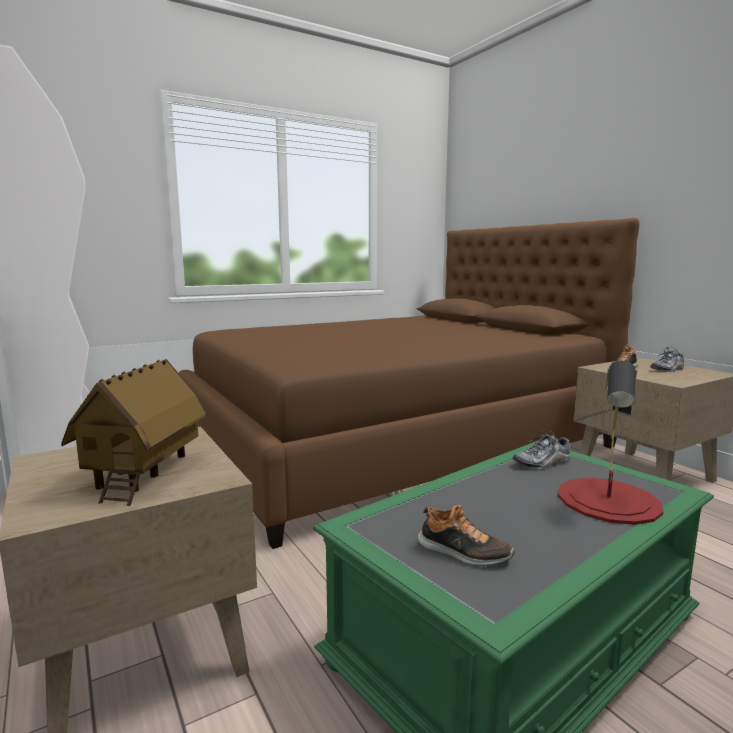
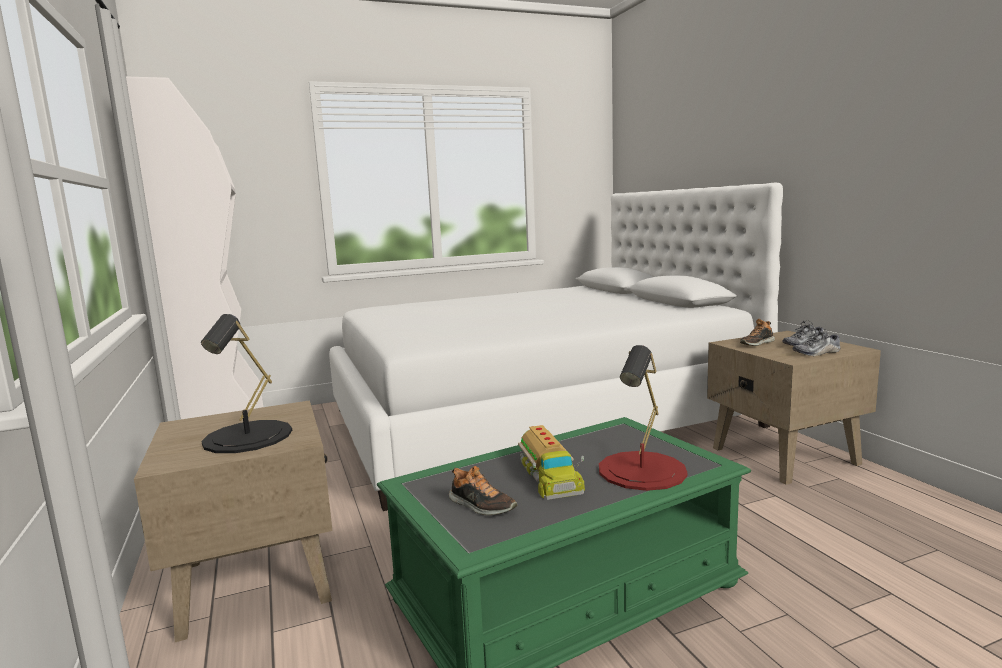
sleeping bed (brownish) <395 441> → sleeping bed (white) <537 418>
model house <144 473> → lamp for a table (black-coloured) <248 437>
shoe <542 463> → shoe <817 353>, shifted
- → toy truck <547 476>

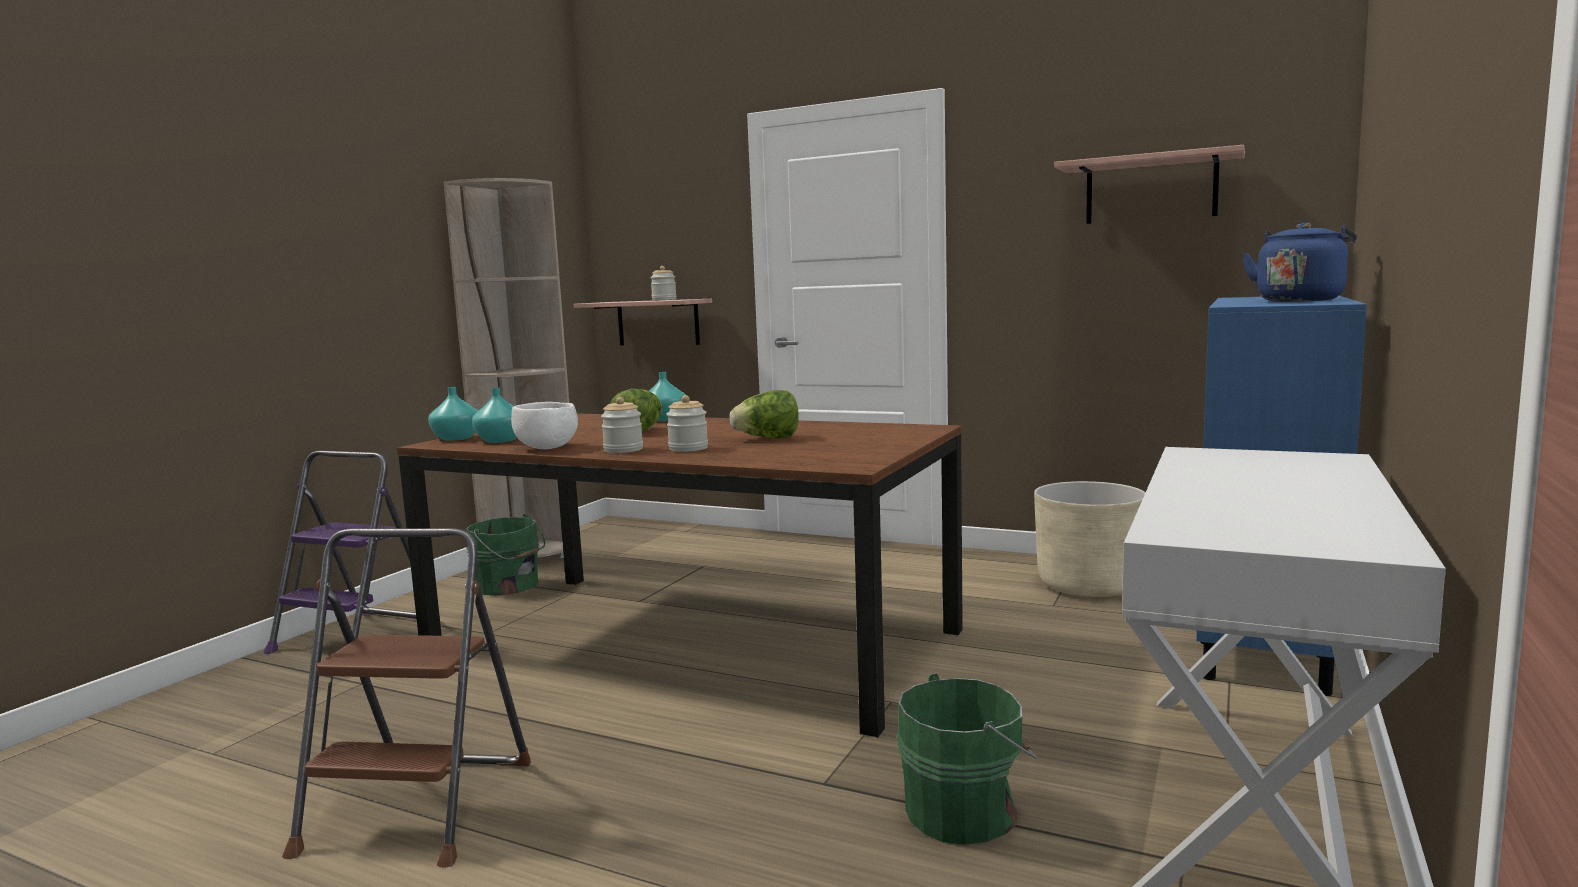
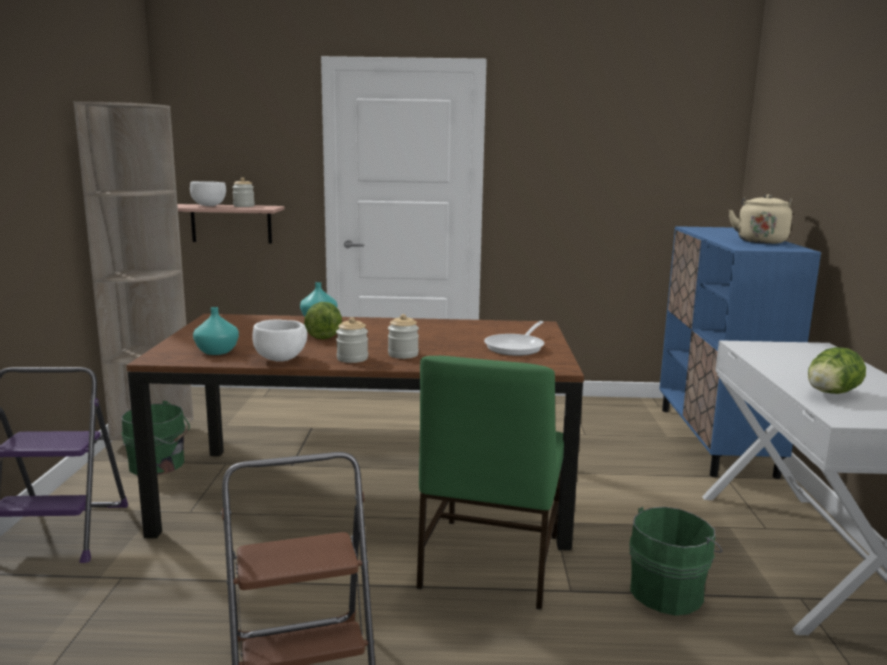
wall shelf <1150 190> → -
kettle (blue) <1300 300> → kettle (beige-coloured) <761 241>
vase (turquoise) <456 438> → -
head of lettuce <767 438> → head of lettuce <830 394>, shifted
flower pot (beige-coloured) <1088 585> → -
- → deep dish (white) <209 206>
- → skillet <517 347>
- → upright chair (green) <488 562>

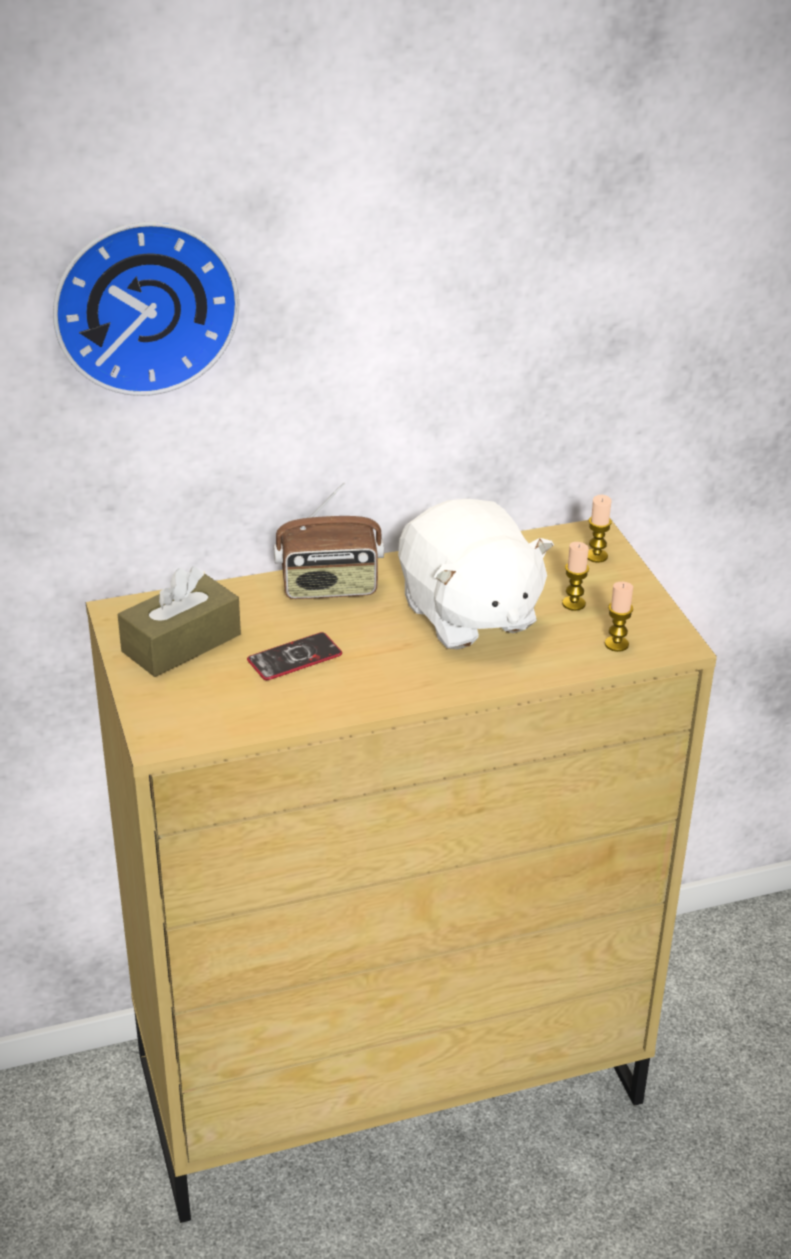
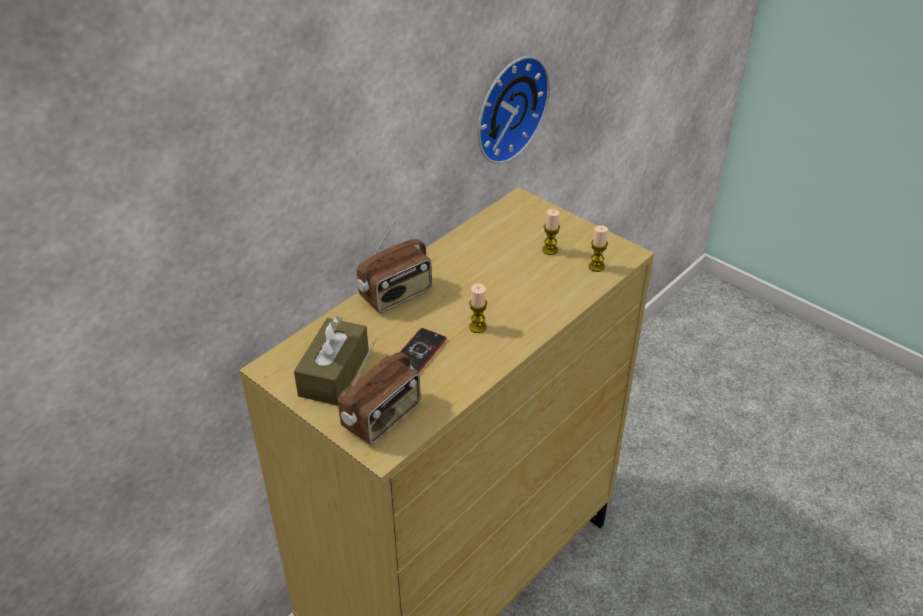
hanging clock <144 304> → hanging clock <507 107>, shifted
wax light <596 556> → wax light <477 327>, shifted
cuddly toy (white) <468 615> → -
- → radio <382 418>

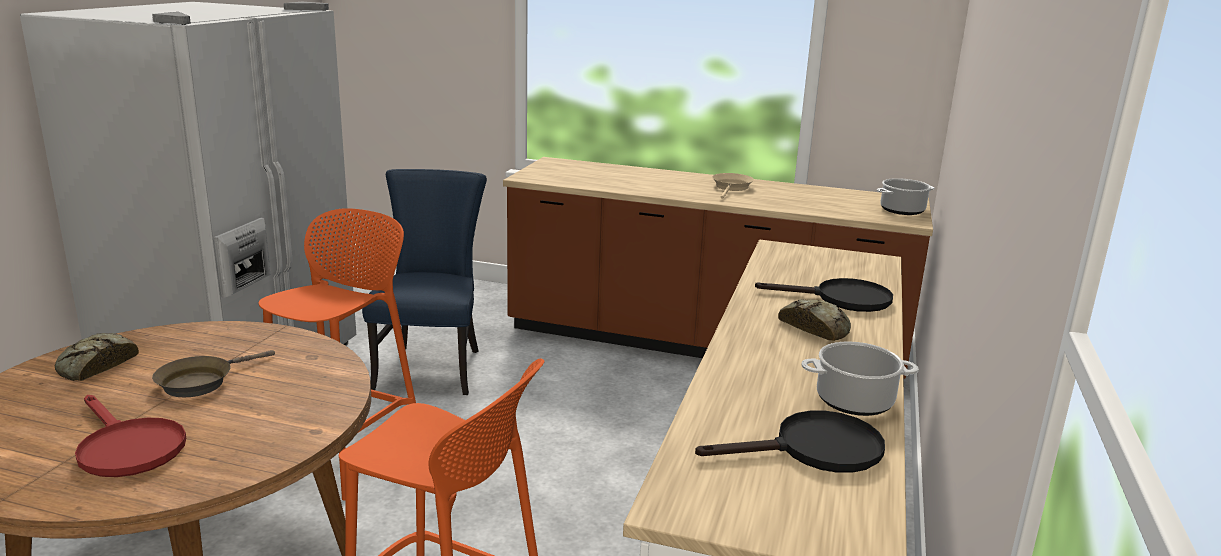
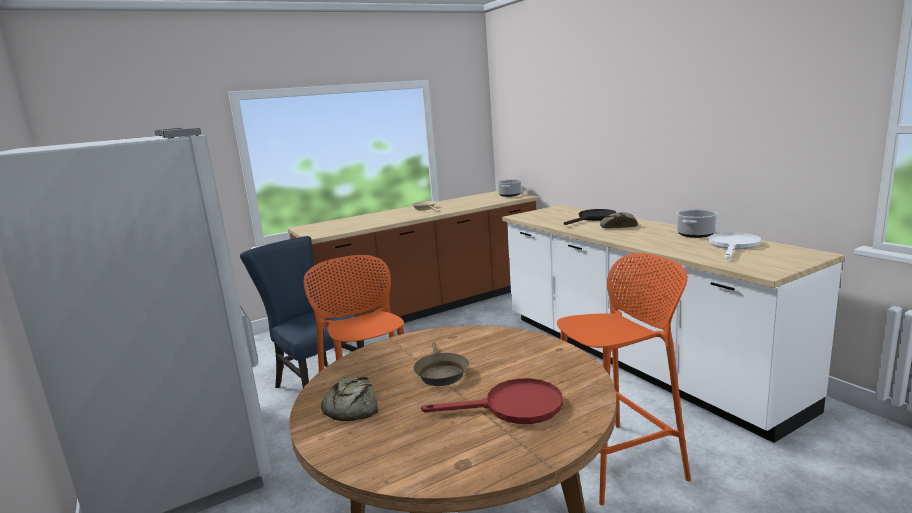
skillet (black-coloured) <814 450> → skillet (white) <733 246>

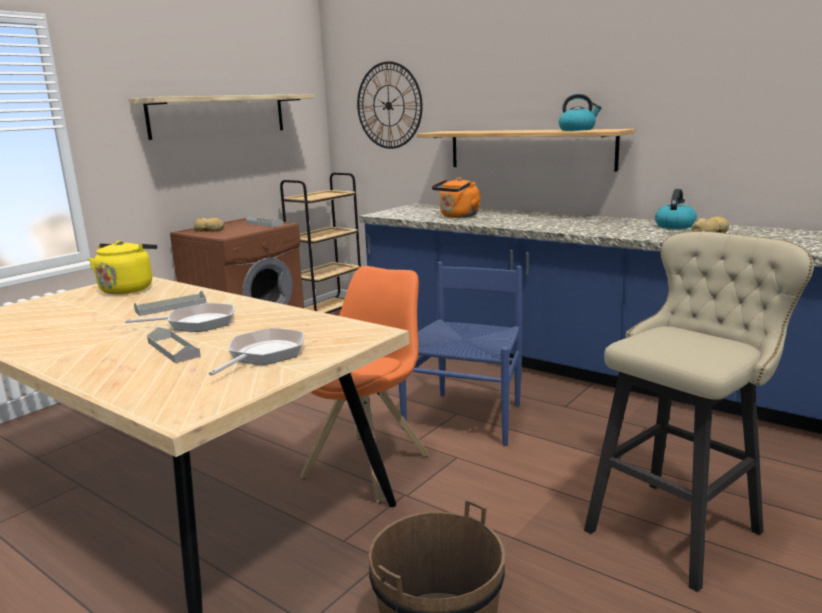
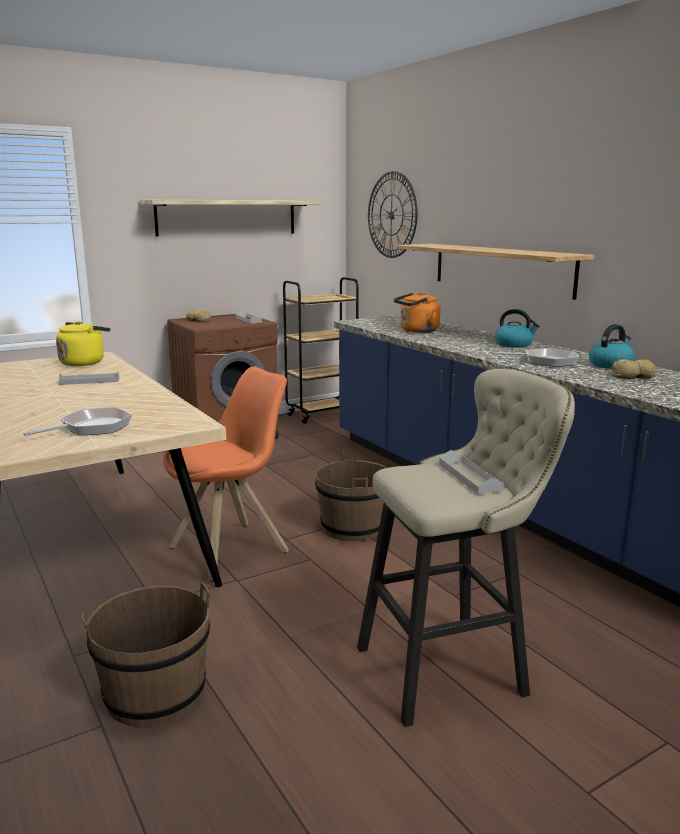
kettle <577 130> → kettle <514 344>, shifted
upright chair (blue) <467 417> → pail (brownish) <353 527>
skillet <196 323> → skillet <545 361>, shifted
serving tray (greyish) <173 349> → serving tray (greyish) <469 477>, shifted

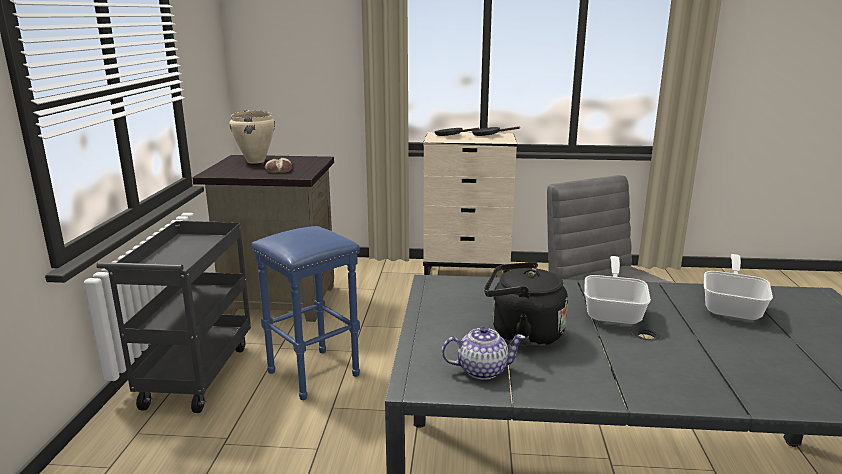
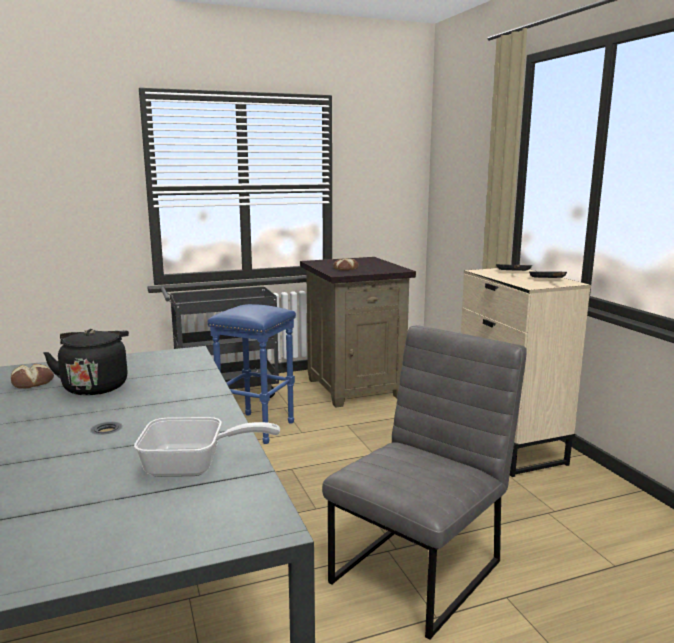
cooking pot (beige-coloured) <256 161> → -
skillet <614 310> → -
teapot <481 370> → bakery bread <33 382>

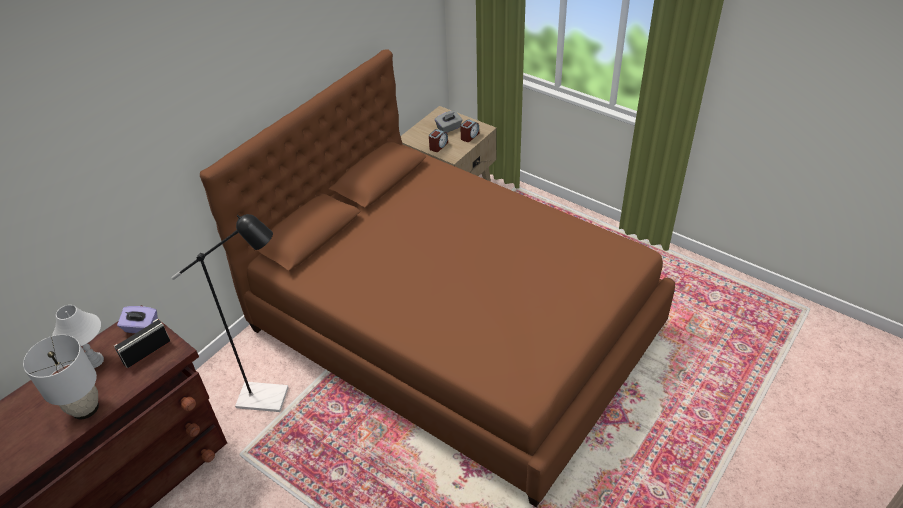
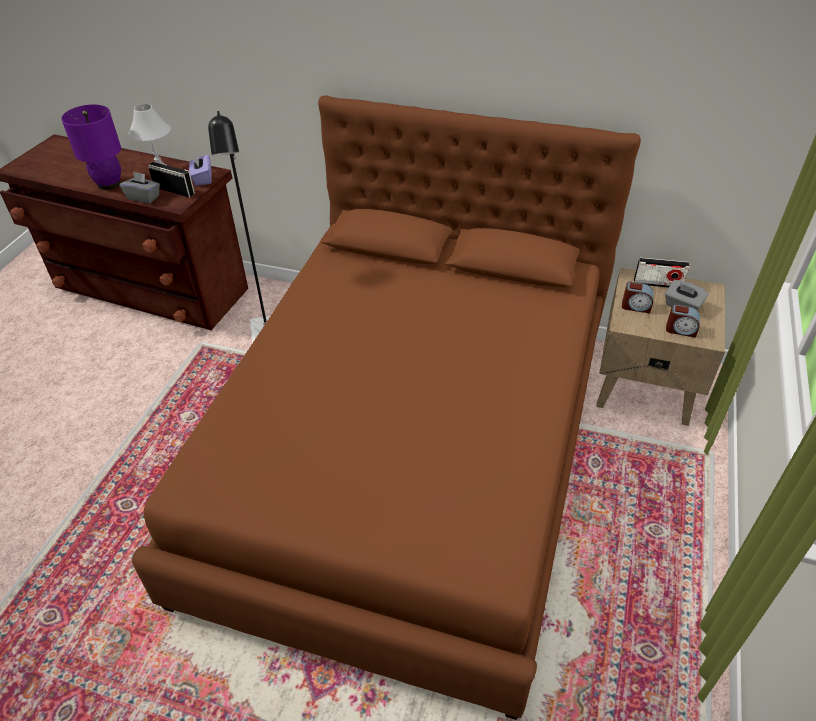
lamp for a table (white) <85 408> → lamp for a table (purple-coloured) <109 184>
- → tissue box (greyish) <144 197>
- → radio <658 284>

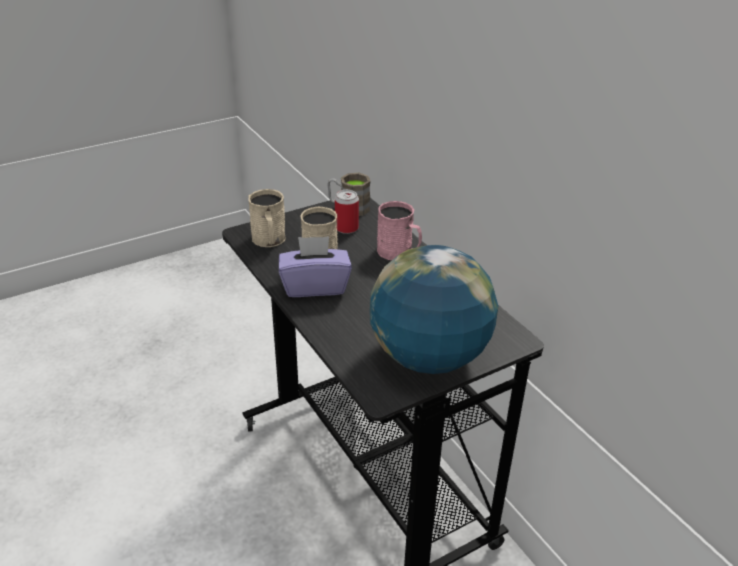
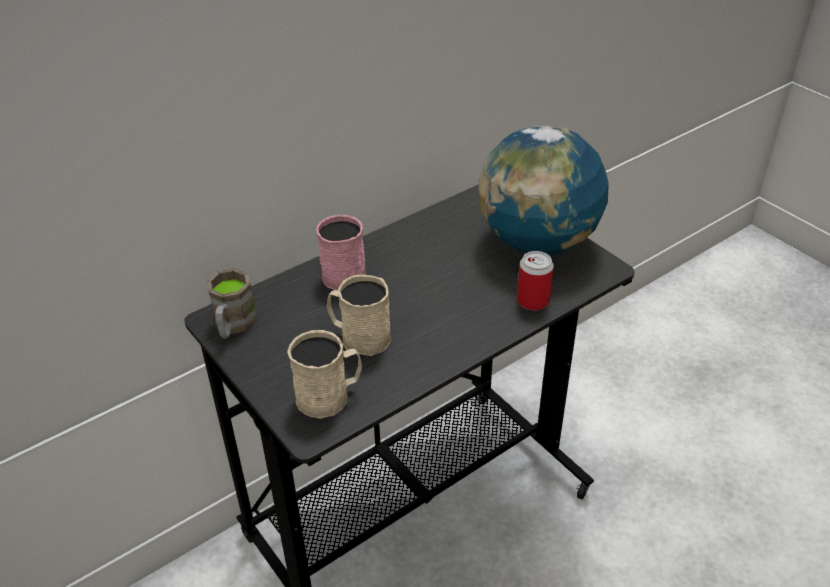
metal can <346 228> → metal can <533 301>, shifted
tissue box (purple-coloured) <315 286> → -

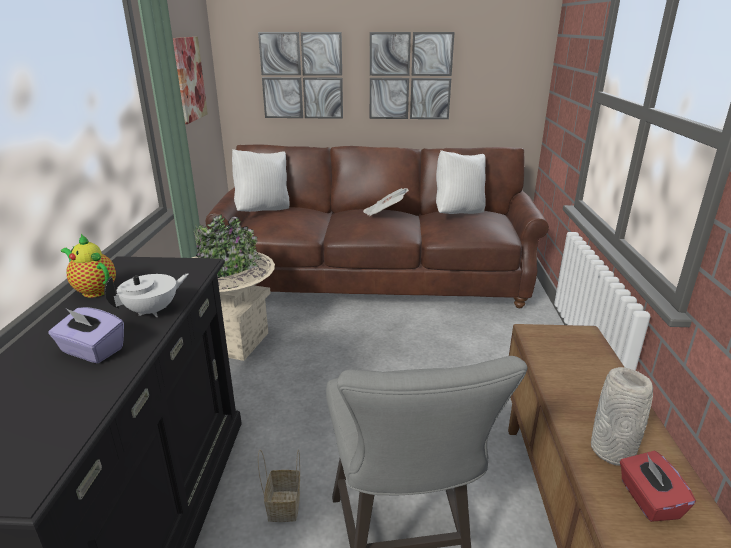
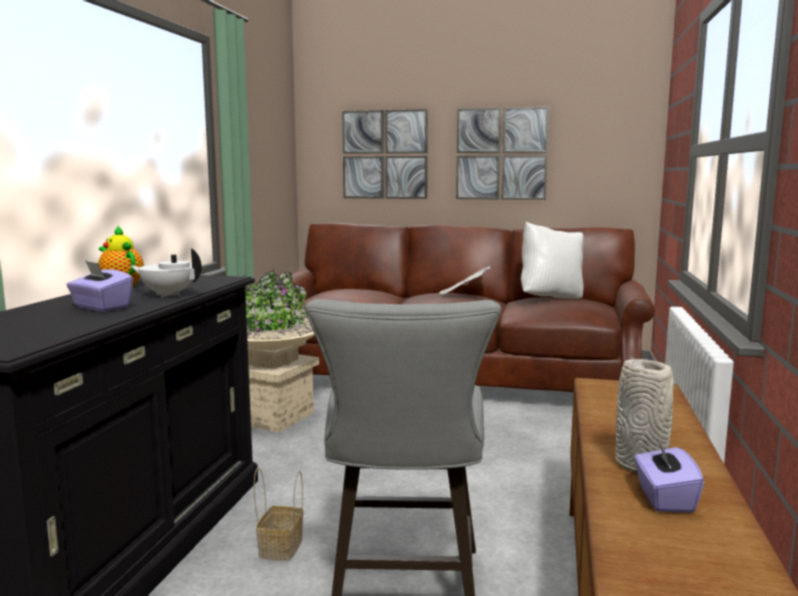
wall art <188 79> → -
throw pillow (white) <263 210> → -
teapot (white) <153 311> → teapot (white) <168 295>, 135 degrees counterclockwise
tissue box (red-coloured) <648 500> → tissue box (purple-coloured) <664 498>

